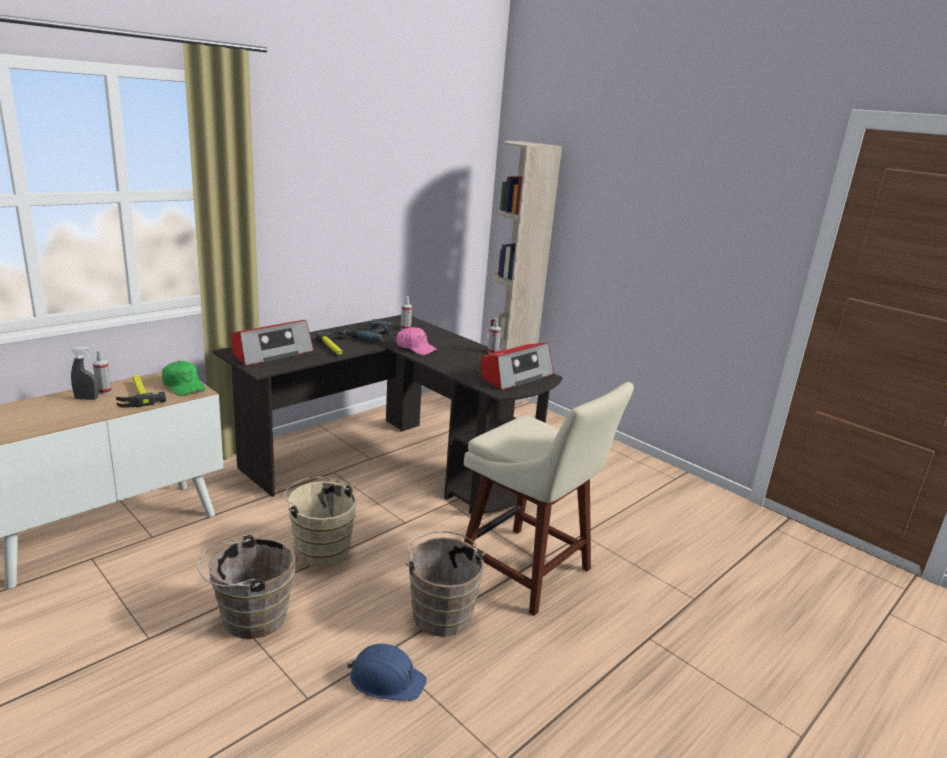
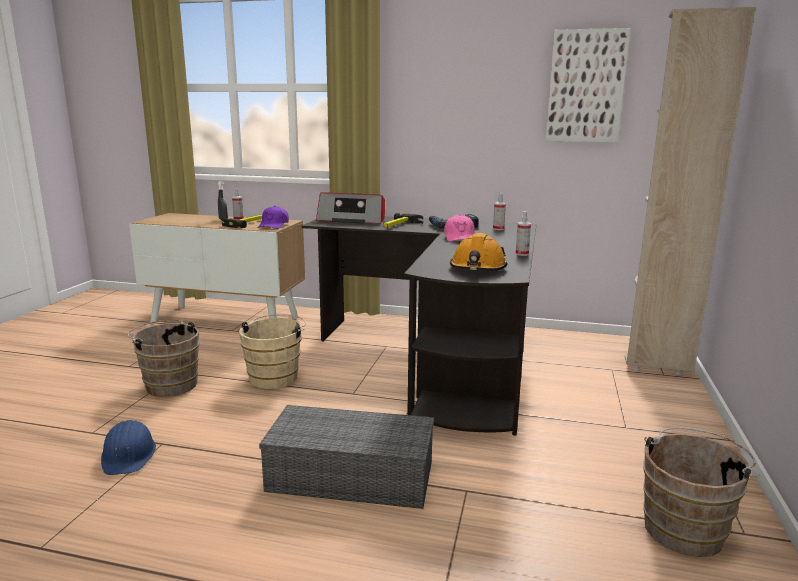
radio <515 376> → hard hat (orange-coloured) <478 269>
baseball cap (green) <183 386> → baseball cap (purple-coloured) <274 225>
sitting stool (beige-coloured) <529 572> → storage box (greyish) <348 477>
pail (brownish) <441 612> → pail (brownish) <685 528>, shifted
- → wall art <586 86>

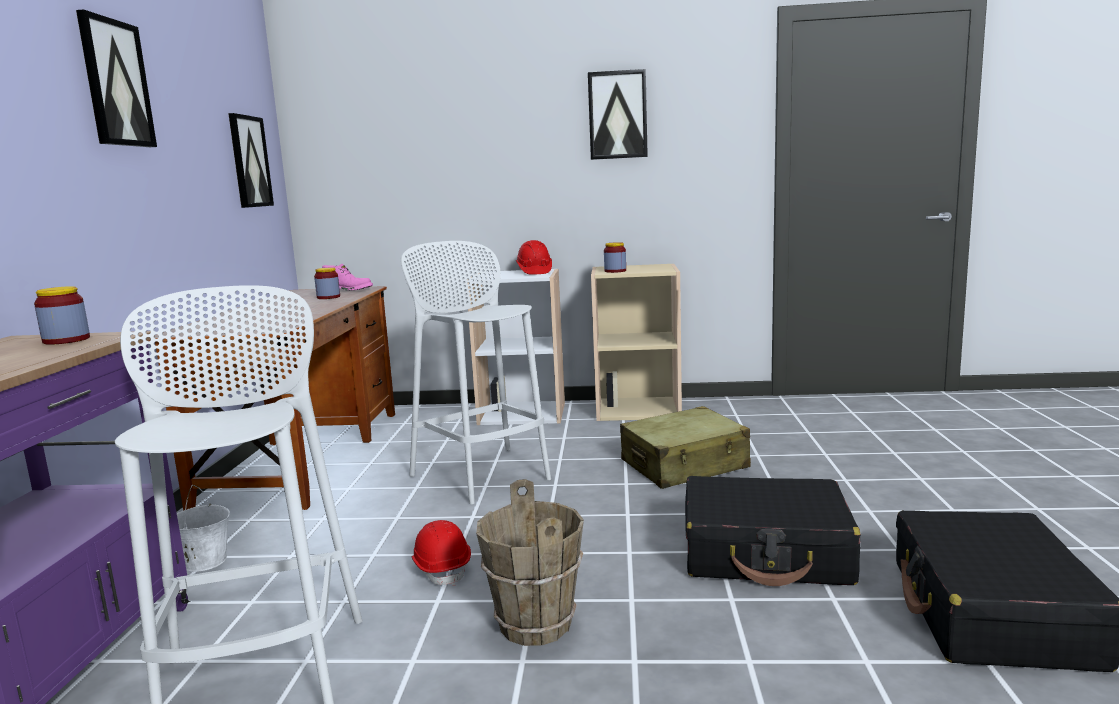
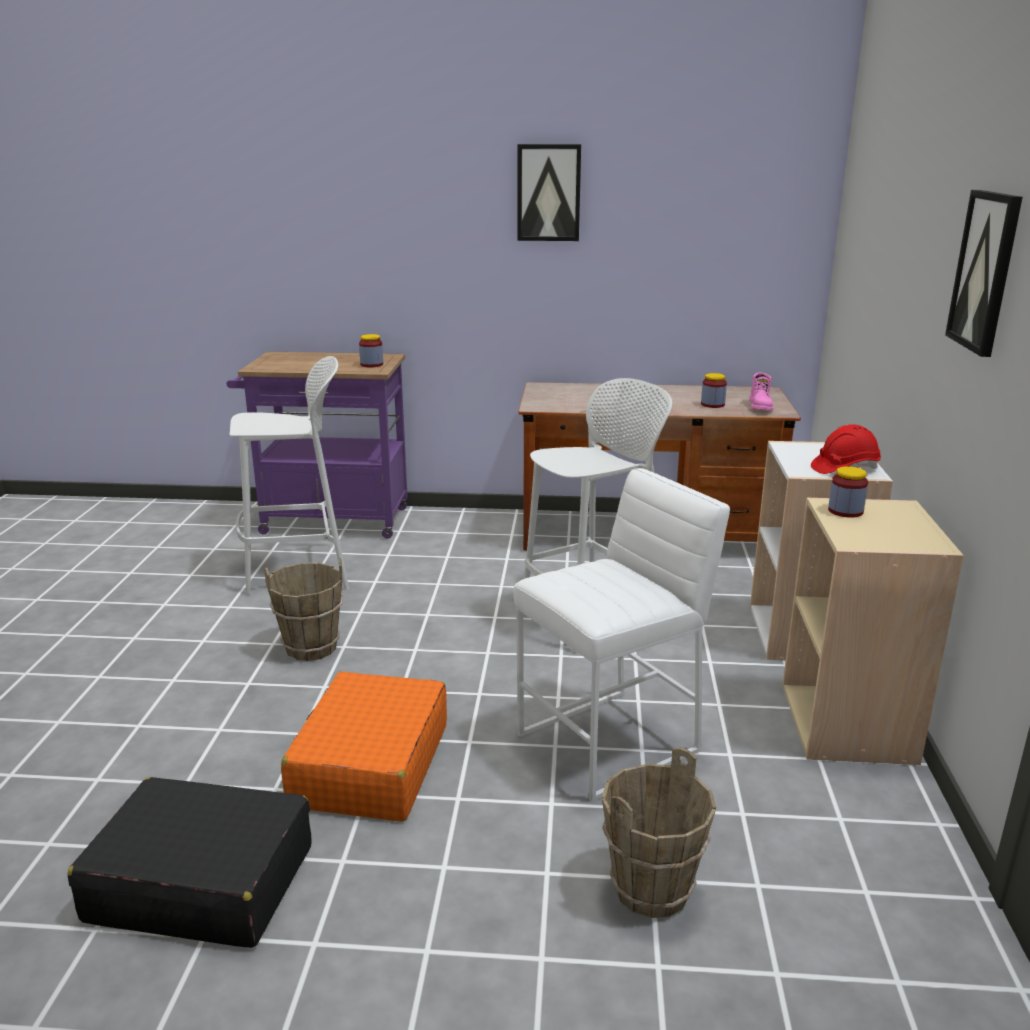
wall art <249 161> → -
travel case (beige-coloured) <684 465> → sitting stool (white) <610 742>
travel case (black-coloured) <766 553> → travel case (orange-coloured) <370 765>
pail (white) <204 562> → -
hard hat (red-coloured) <442 568> → -
- → pail (brownish) <652 890>

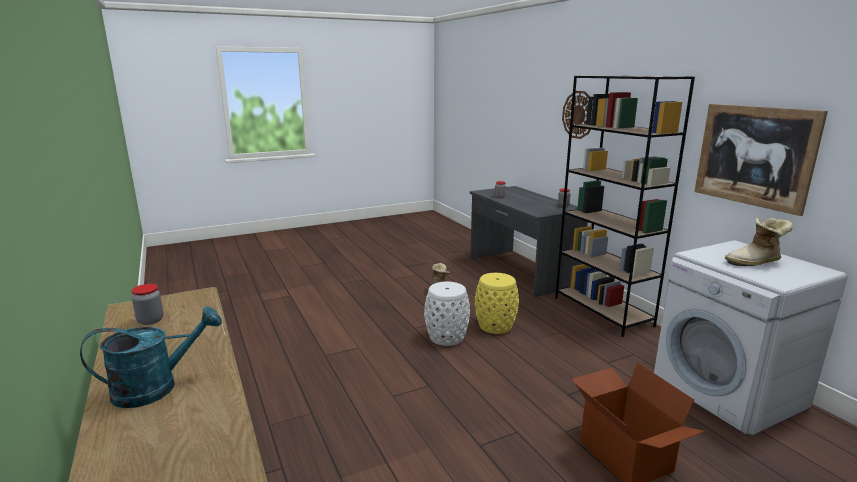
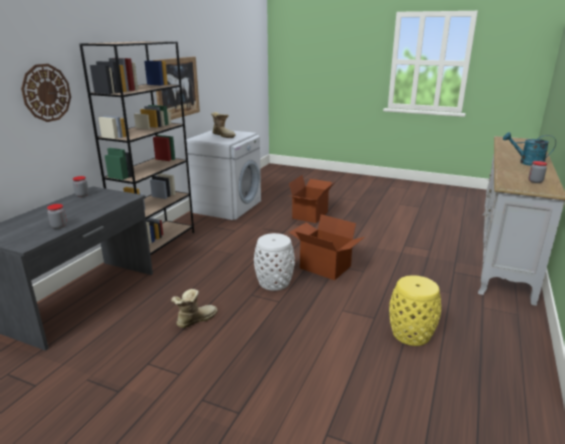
sitting stool (yellow-coloured) <495 326> → sitting stool (yellow-coloured) <411 334>, shifted
- → carton <324 268>

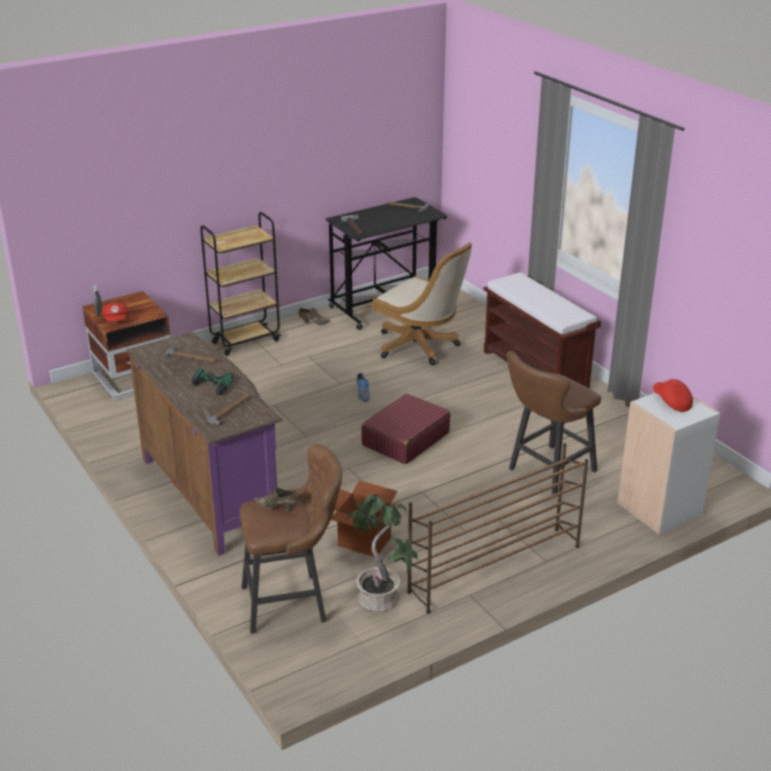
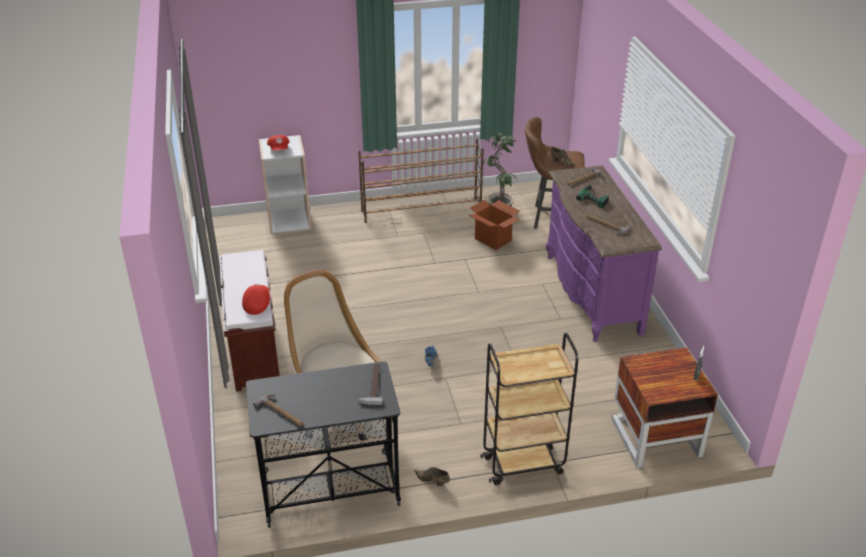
baseball cap (red-coloured) <116 320> → baseball cap (red-coloured) <257 304>, shifted
sitting stool (brownish) <545 473> → -
travel case (red-coloured) <405 439> → -

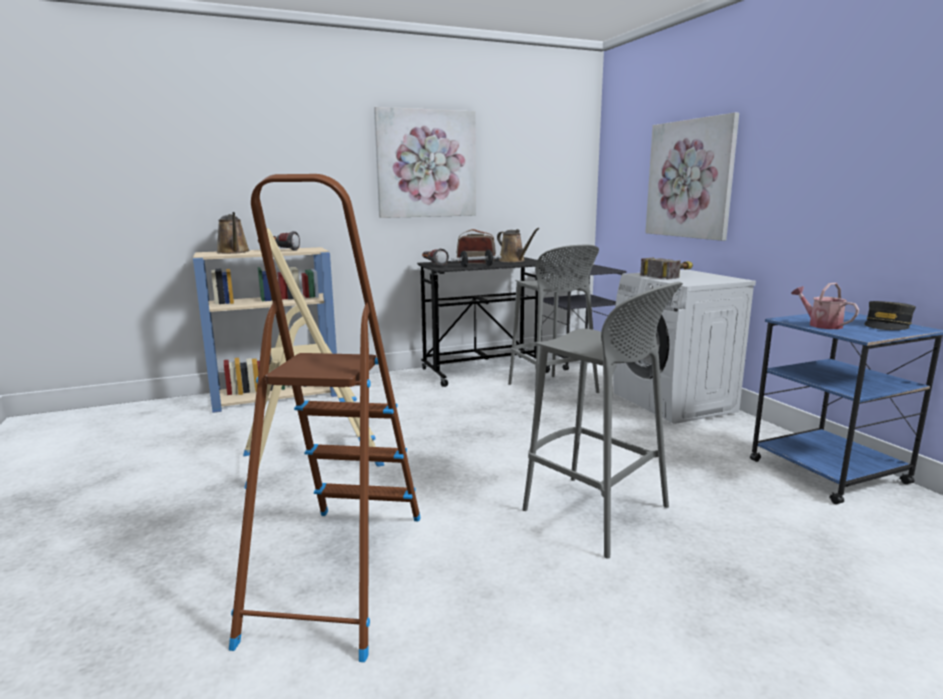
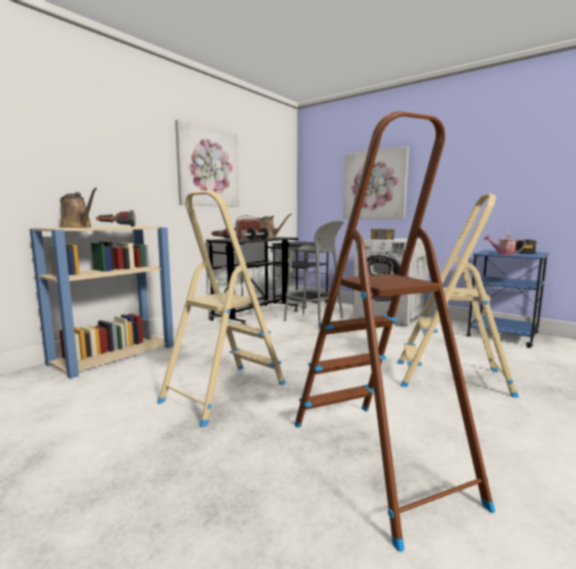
sitting stool (greyish) <595 513> → step ladder (beige-coloured) <450 378>

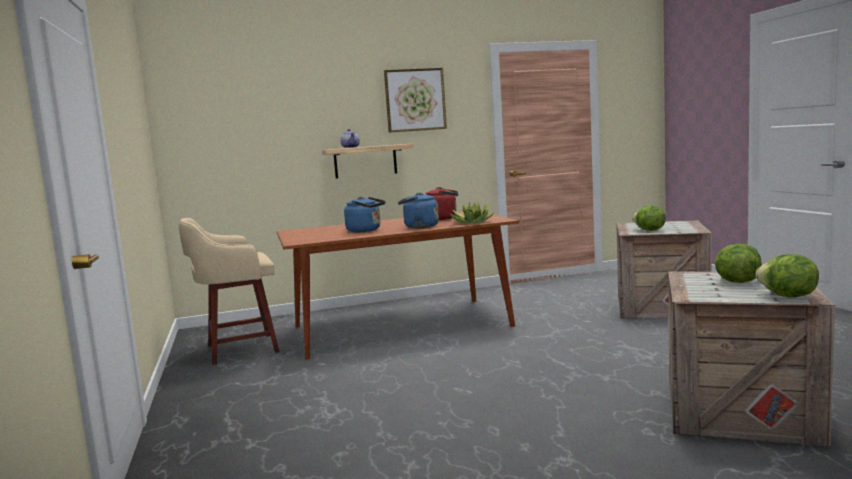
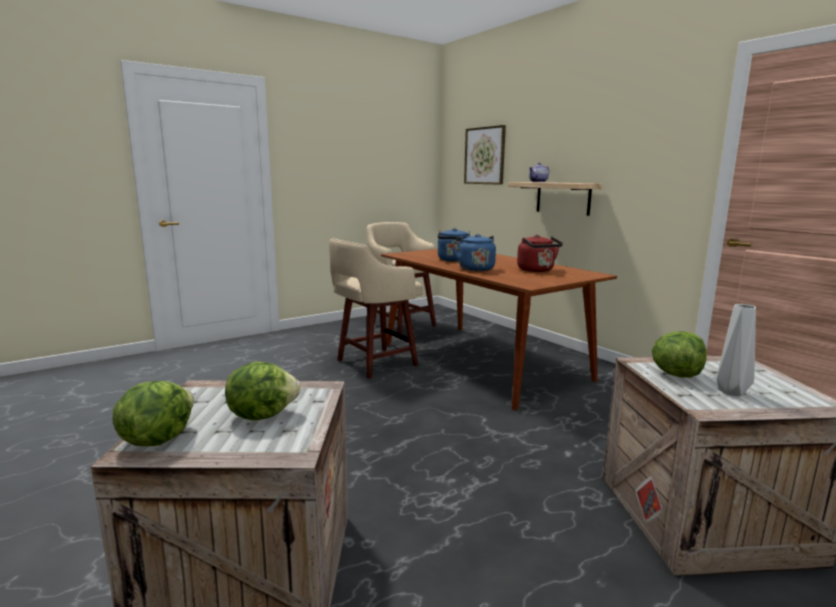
wall art <415 100> → wall art <485 155>, shifted
plant in a pot <471 222> → -
- → sitting stool (beige-coloured) <374 363>
- → vase (greyish) <729 392>

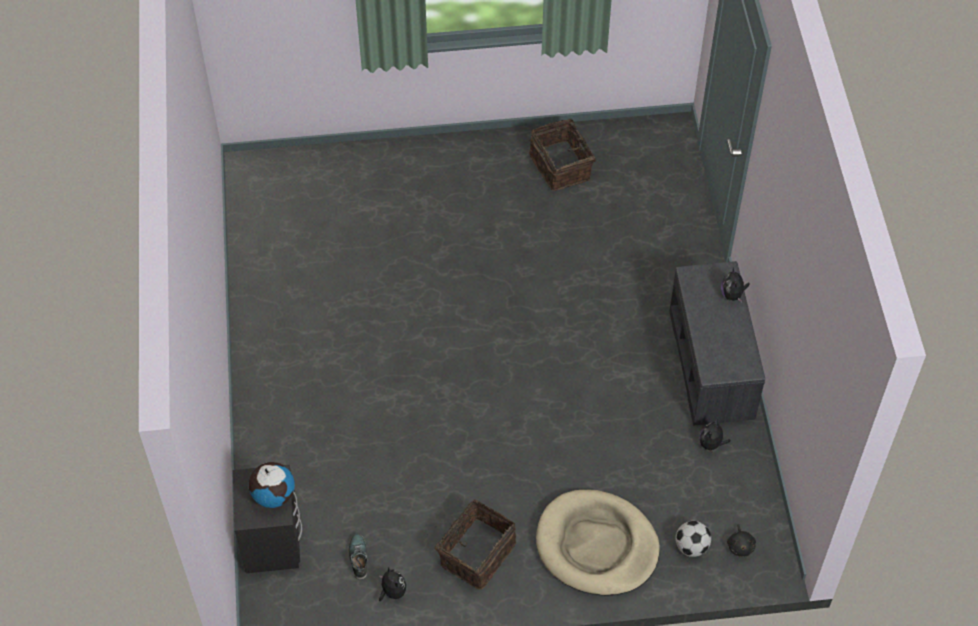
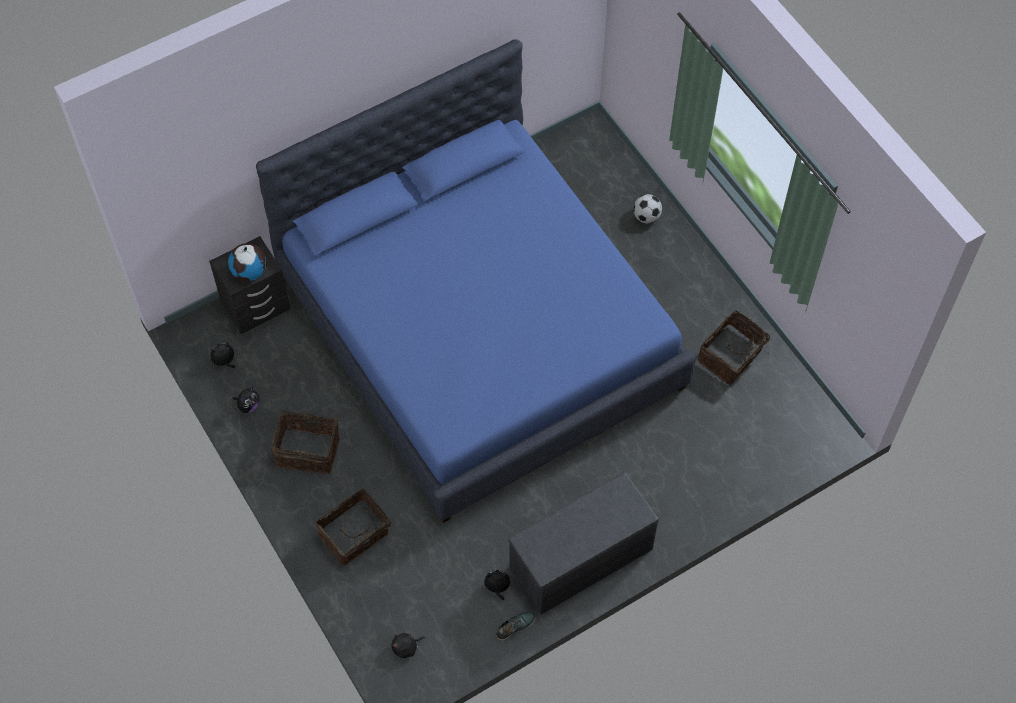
cuddly toy <732 295> → cuddly toy <224 362>, shifted
pet bed (beige-coloured) <596 546> → basket <355 535>
football ball <691 546> → football ball <647 217>, shifted
shoe <358 558> → shoe <515 626>, shifted
- → sleeping bed (blue) <479 329>

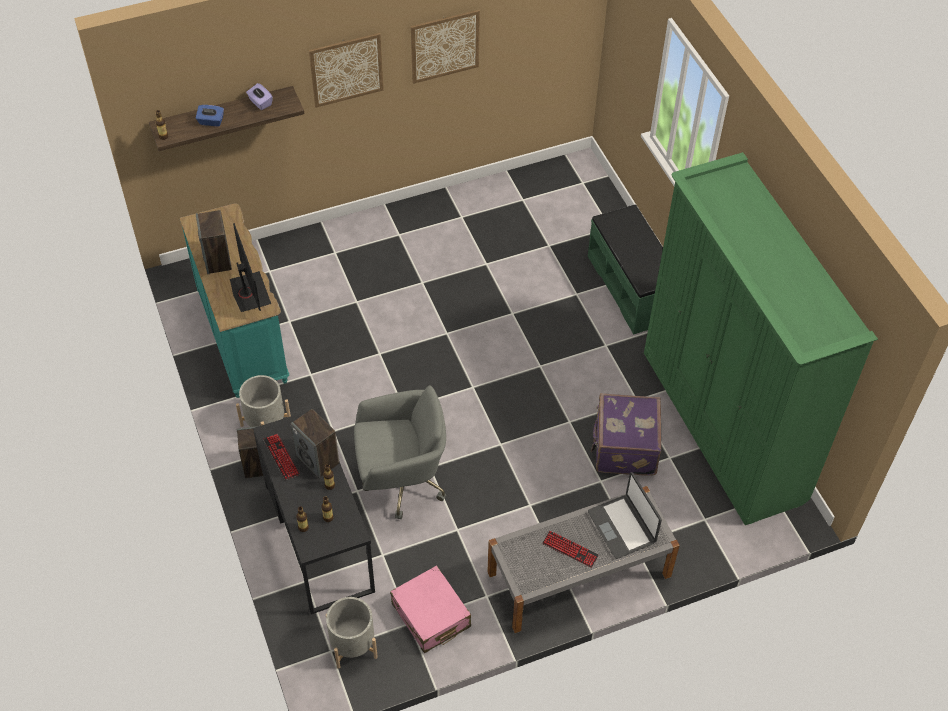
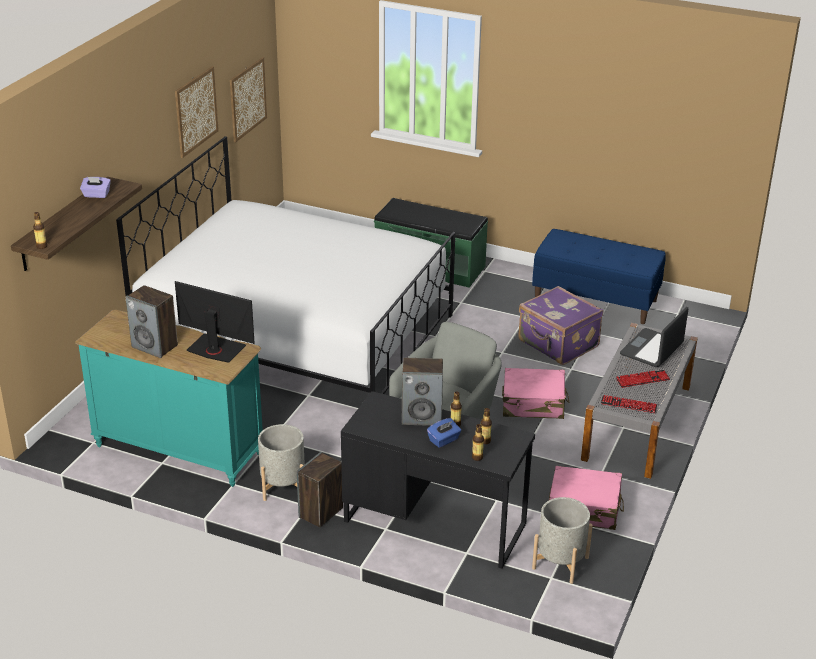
wall art <346 69> → wall art <247 98>, shifted
tissue box (blue) <211 122> → tissue box (blue) <444 440>, shifted
wardrobe (green) <722 426> → indoor bench (blue) <596 299>
PC keyboard <281 457> → PC keyboard <628 405>, shifted
laptop <622 527> → laptop <652 349>, 105 degrees clockwise
- → sleeping bed (white) <296 335>
- → travel case (pink-coloured) <533 403>

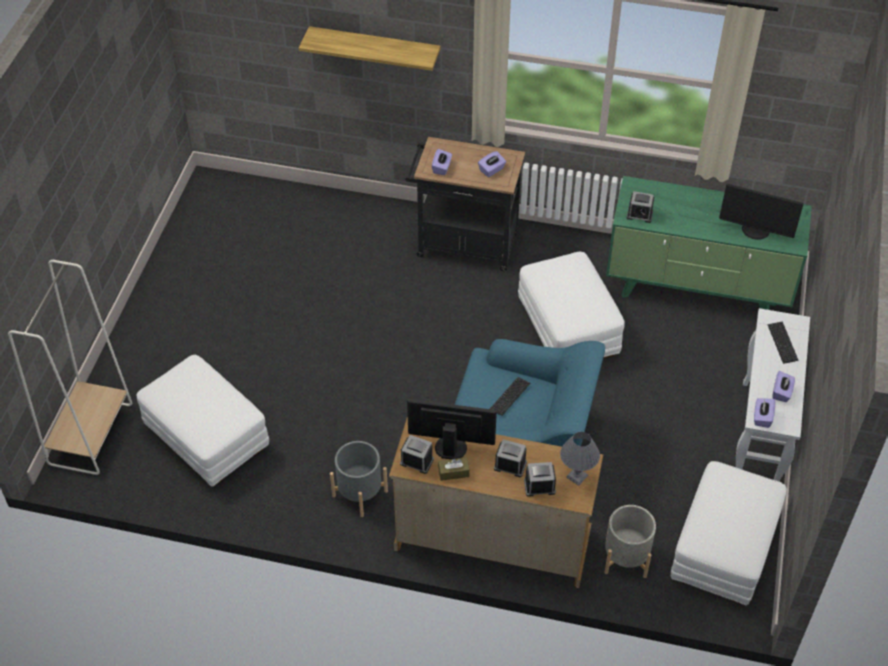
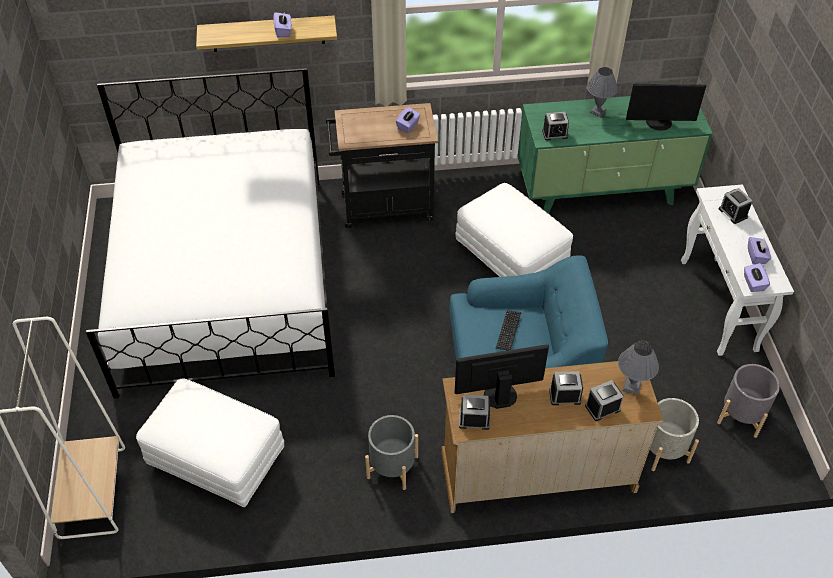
tissue box (purple-coloured) <442 168> → tissue box (purple-coloured) <283 31>, shifted
PC keyboard <782 343> → table clock <733 213>
tissue box (brownish) <453 472> → -
pouffe (white) <723 550> → flower pot (greyish) <741 415>
- → lamp for a table (greyish) <598 111>
- → sleeping bed (white) <226 279>

